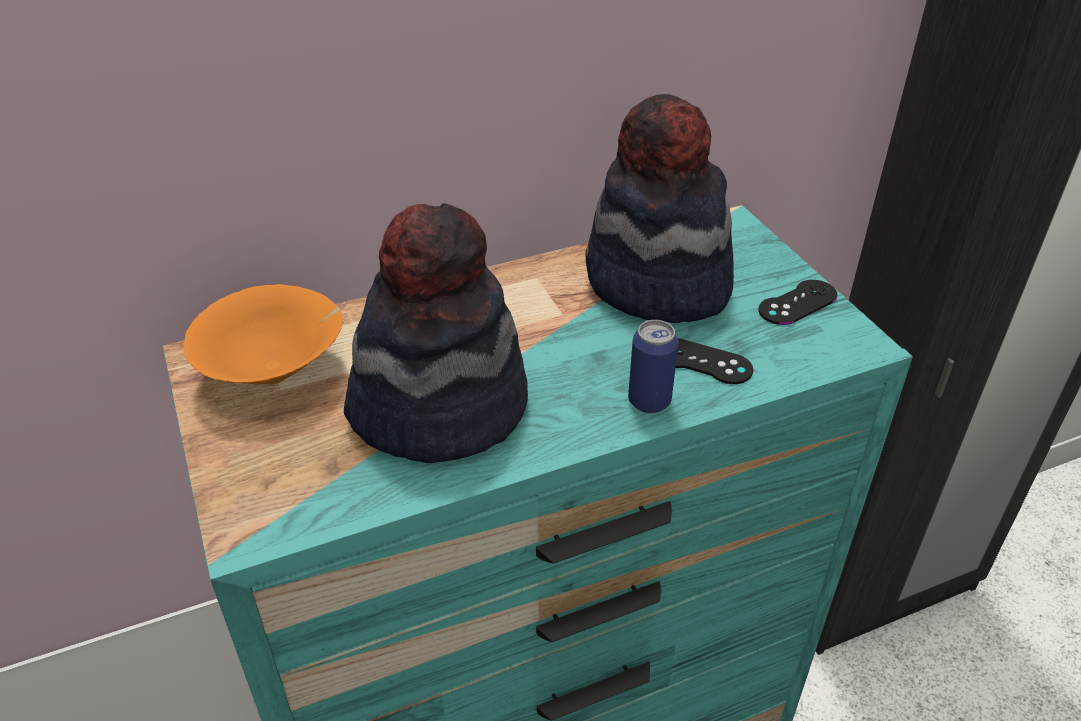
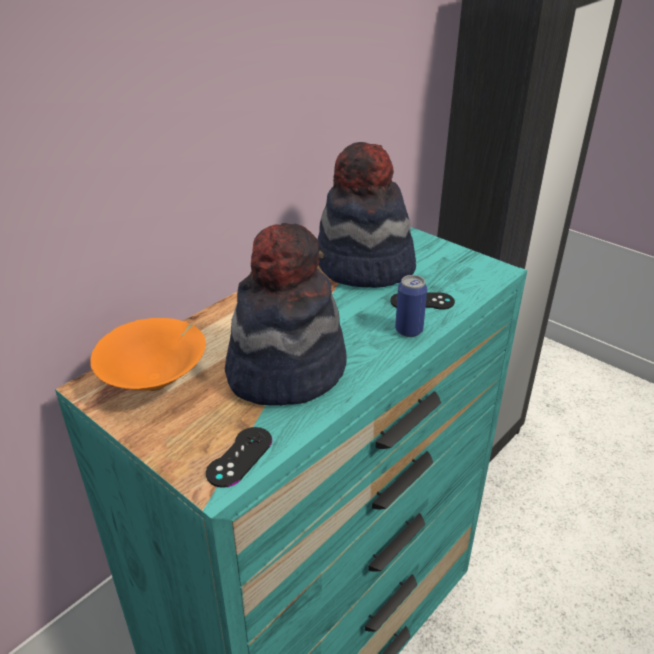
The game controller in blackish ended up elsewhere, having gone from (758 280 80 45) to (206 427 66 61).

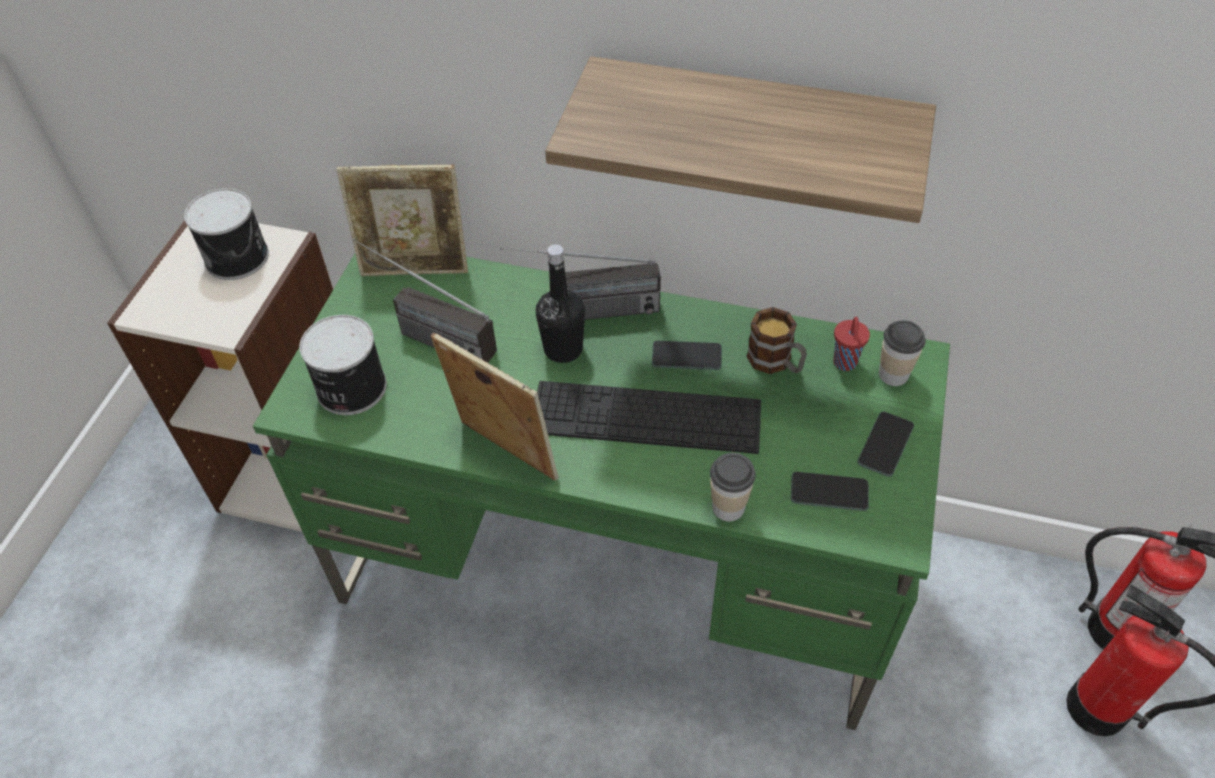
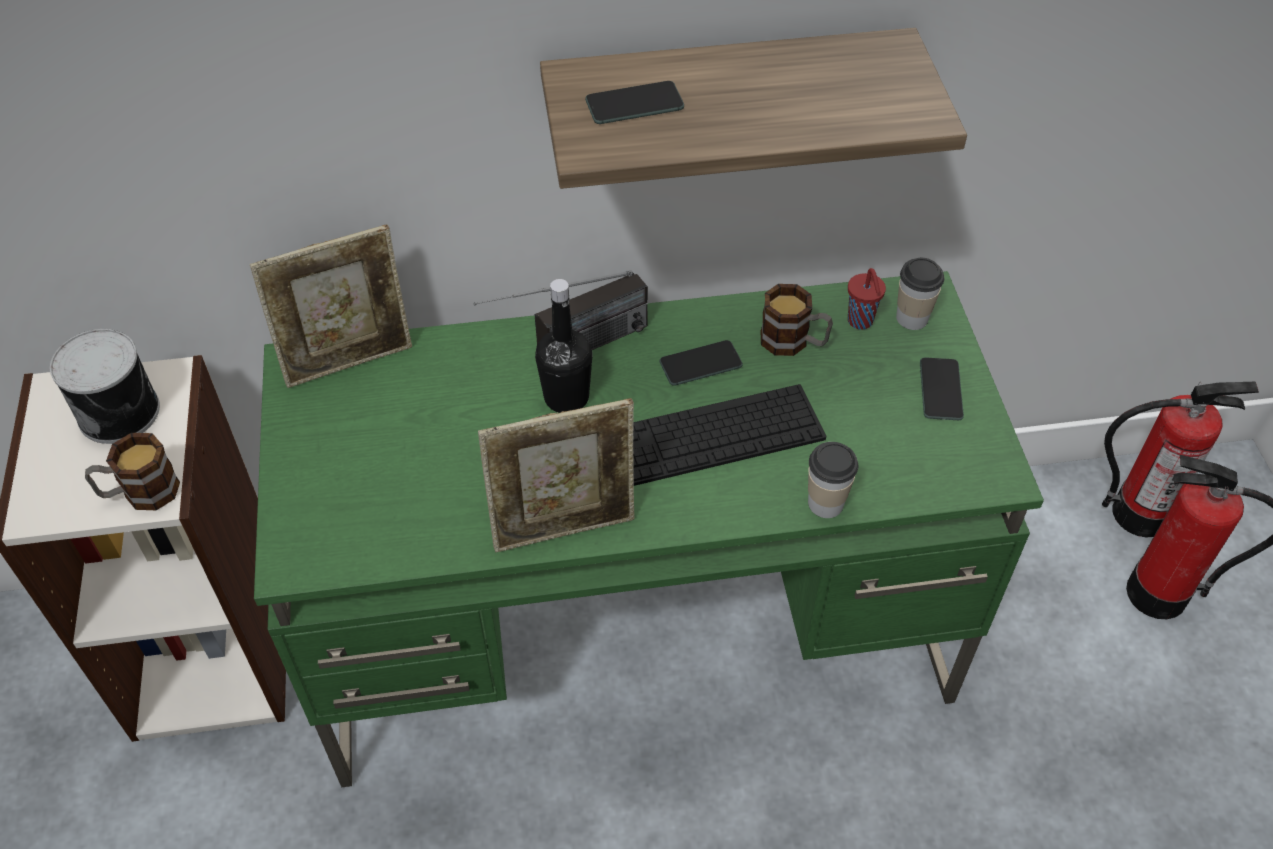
The second view lost the metal can at (299 315 88 100). The second view lost the radio set at (352 238 145 124). The second view gained the coffee mug at (85 433 95 77). The telephone ended up elsewhere, having gone from (791 472 78 39) to (585 81 99 43). The standing frame at (431 332 127 149) ended up facing another way, 150 degrees clockwise from before.

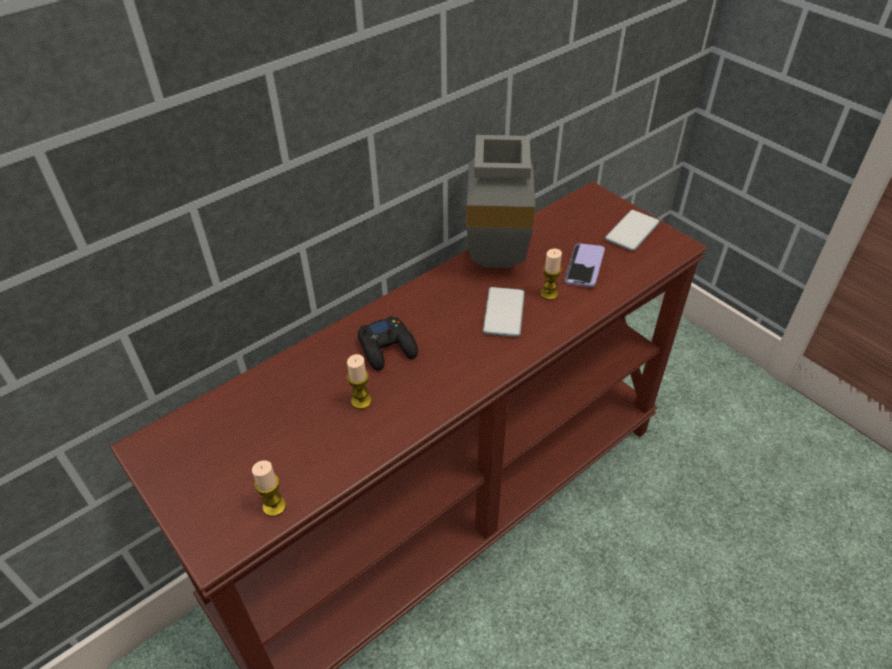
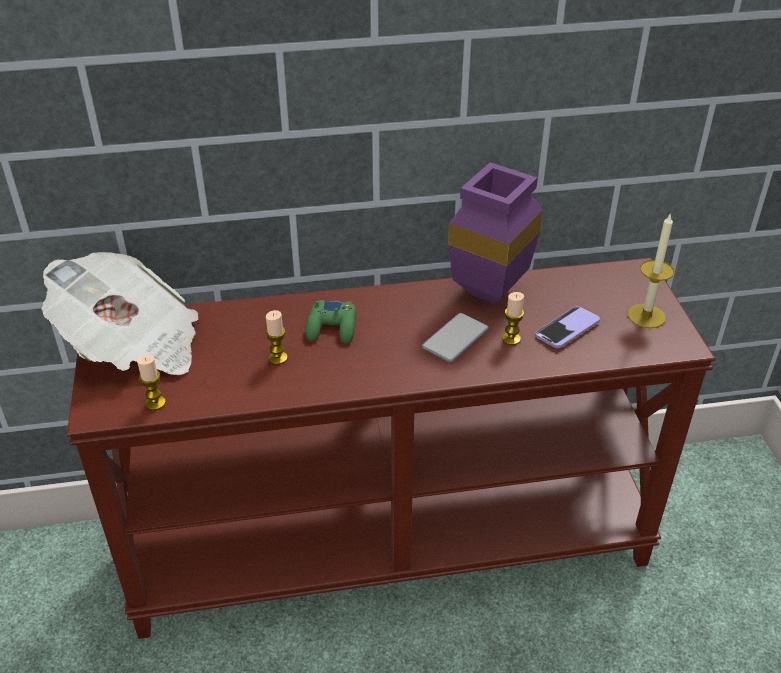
The second view gained the printed paper at (41 252 158 123). Where the telephone stood at (605 210 55 41), the wax candle came to stand at (628 213 46 115). What was the game controller in blackish at (358 316 60 55) turned into the game controller in green-coloured at (305 300 51 44). What was the vase in gray at (466 135 69 133) turned into the vase in purple at (448 162 95 142).

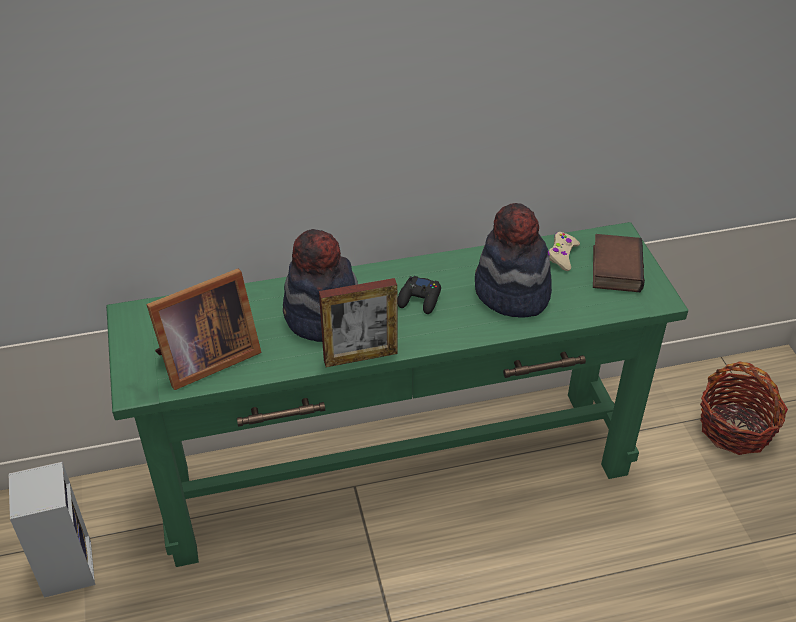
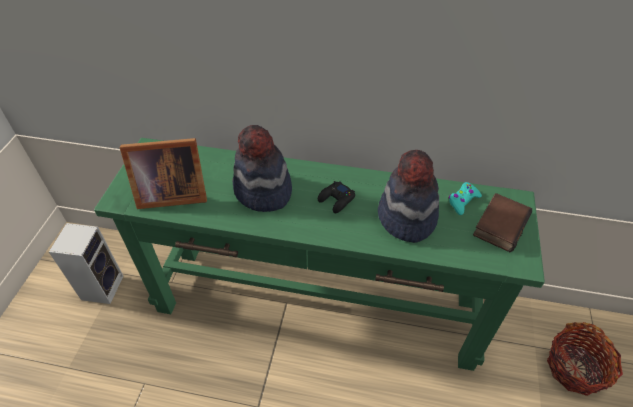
The second view lost the standing frame at (319 278 78 89). What was the game controller in sand-coloured at (548 232 32 39) turned into the game controller in turquoise at (448 182 34 33).

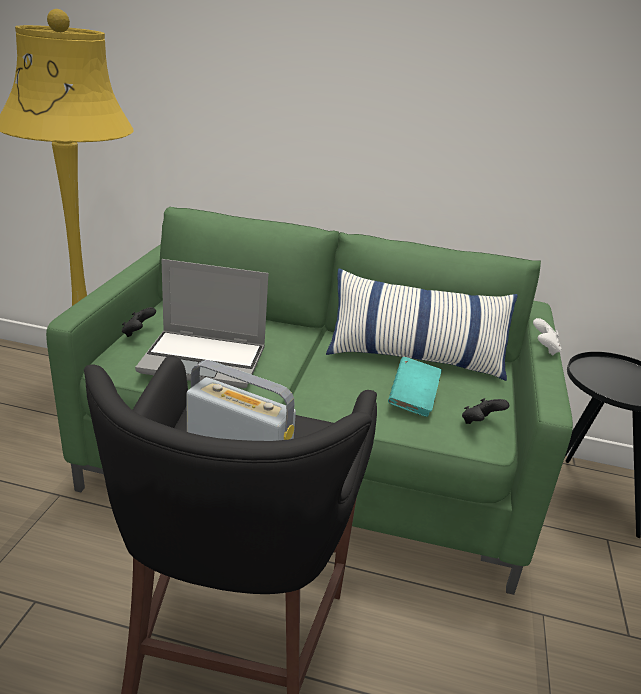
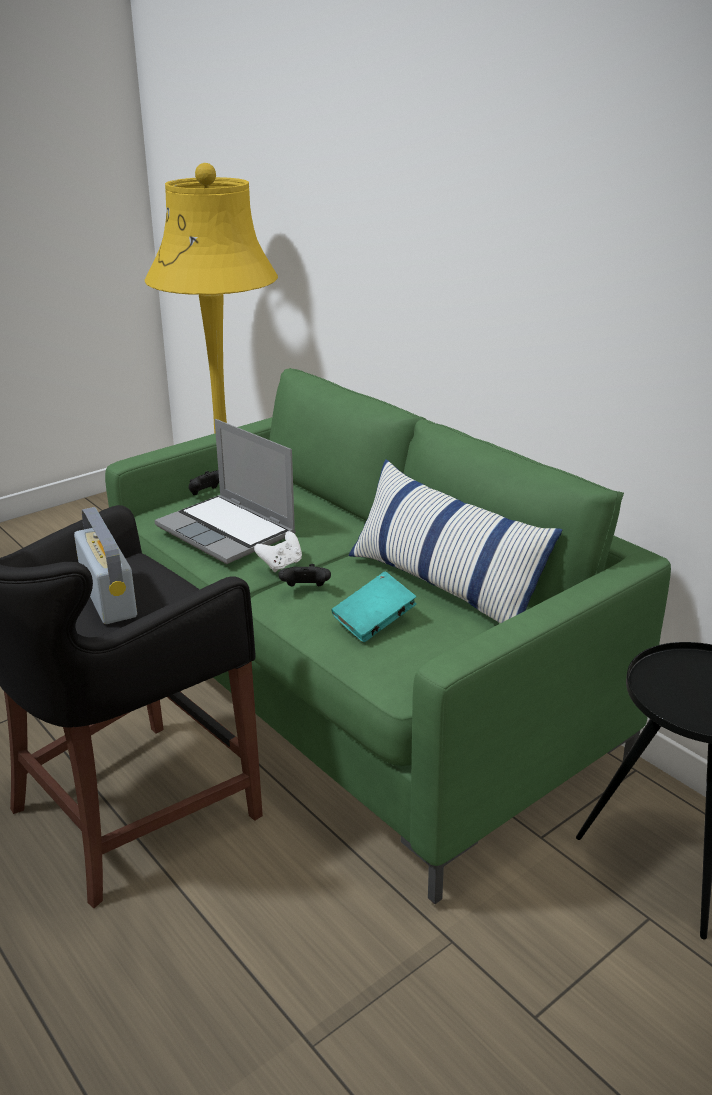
The game controller in blackish ended up elsewhere, having gone from (462 398 47 26) to (278 564 53 23). The game controller in whitish ended up elsewhere, having gone from (533 318 29 38) to (254 531 48 41).

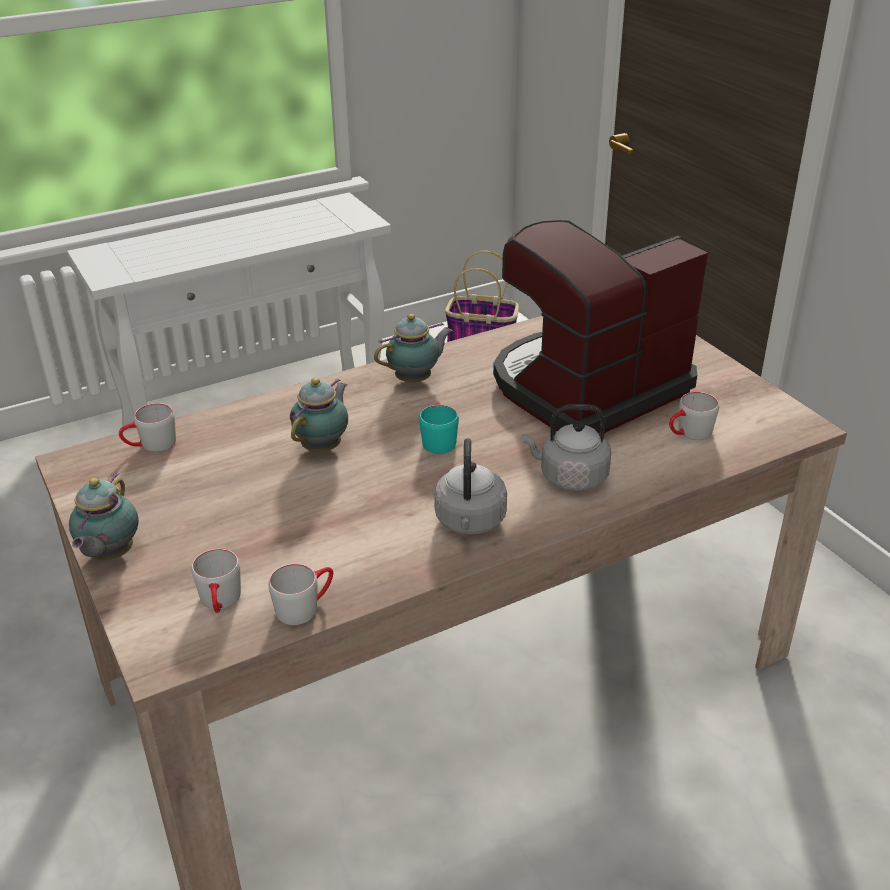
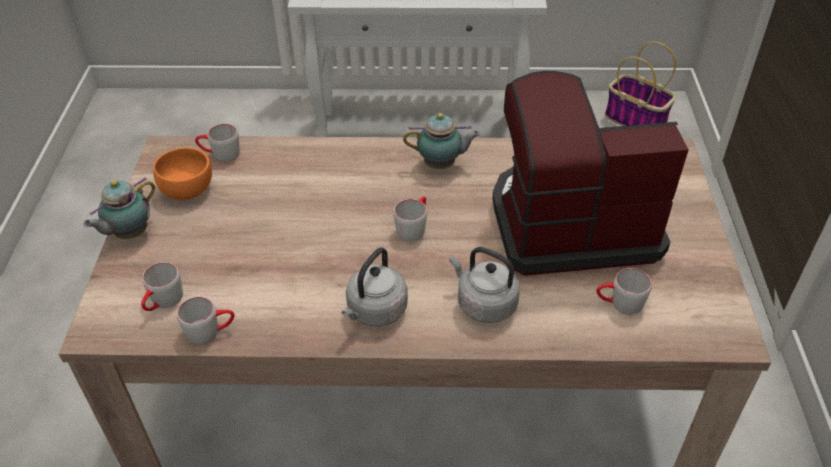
The second view lost the tea pot at (290 378 58 74). The second view gained the serving bowl in orange at (153 148 59 52). What was the coffee mug in turquoise at (419 402 40 52) turned into the coffee mug in gray at (393 196 34 45).

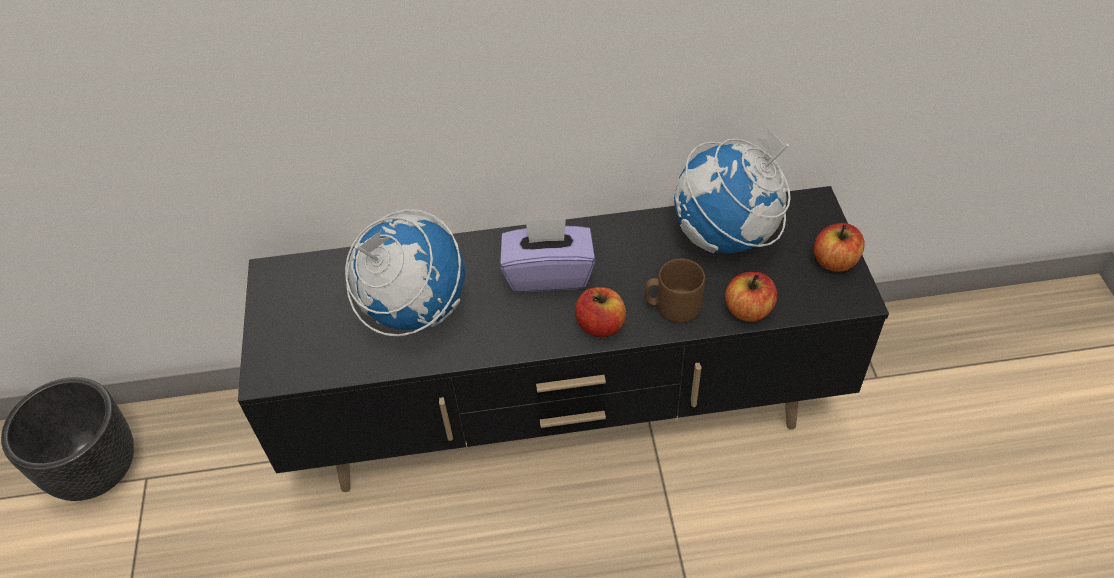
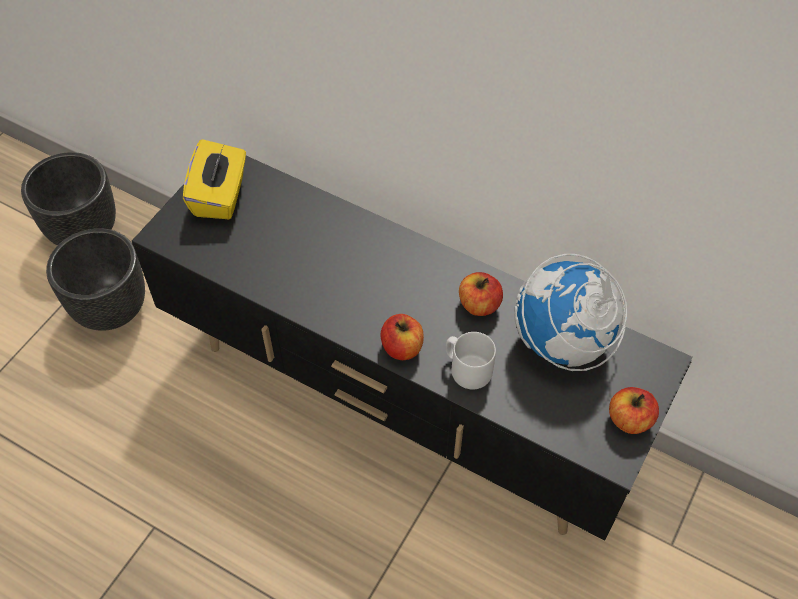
The second view lost the desk globe at (345 209 120 127). The second view lost the tissue holder in purple at (500 219 95 74). The second view gained the plant pot in blackish at (46 228 99 103). The second view gained the tissue holder in yellow-coloured at (183 139 63 80). The apple fruit ended up elsewhere, having gone from (725 272 52 50) to (459 272 44 44). What was the coffee mug in brownish at (645 259 60 64) turned into the coffee mug in gray at (445 332 51 57).

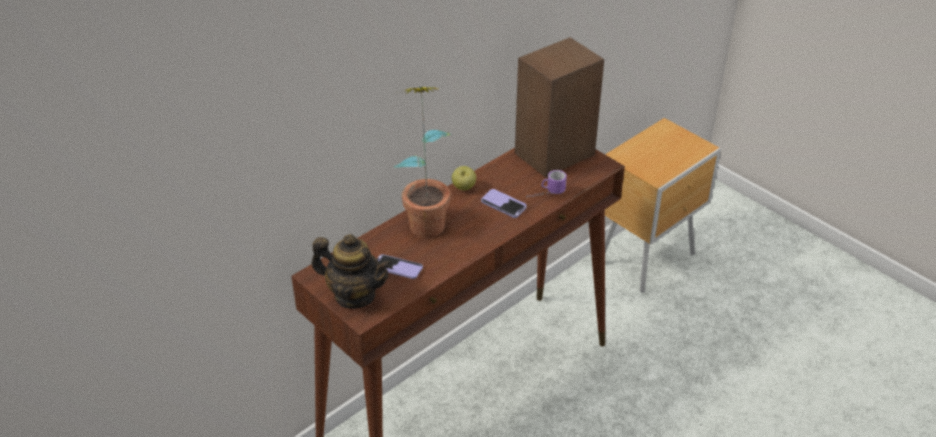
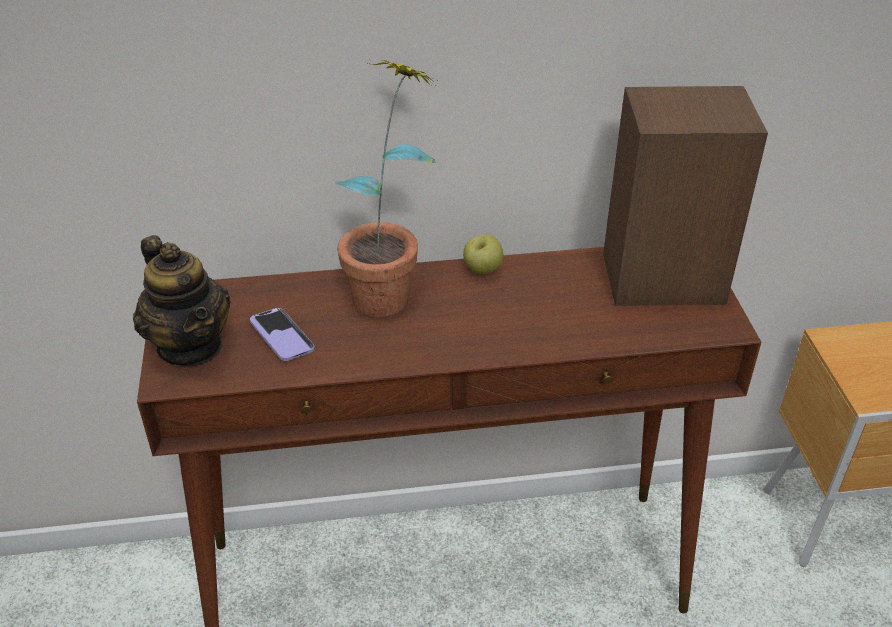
The second view lost the telephone at (481 189 46 29). The second view lost the coffee mug at (526 170 41 28).

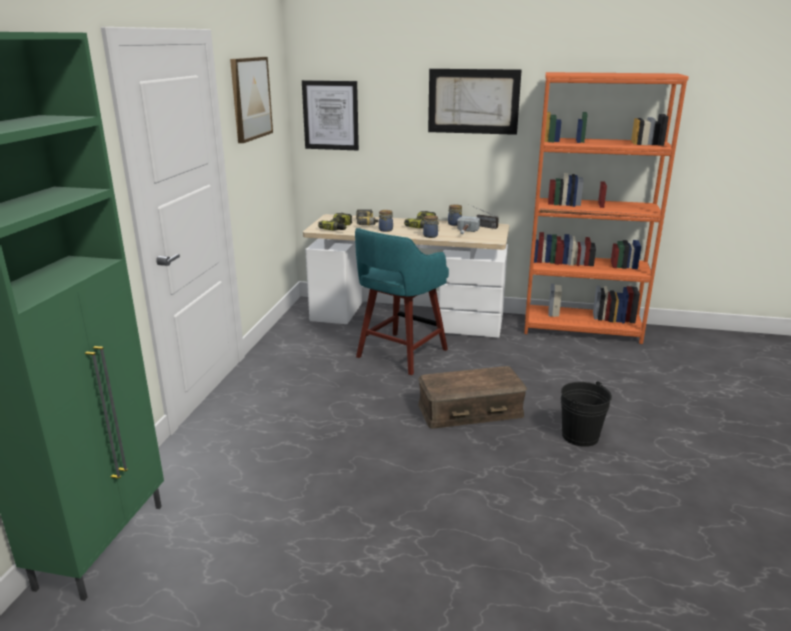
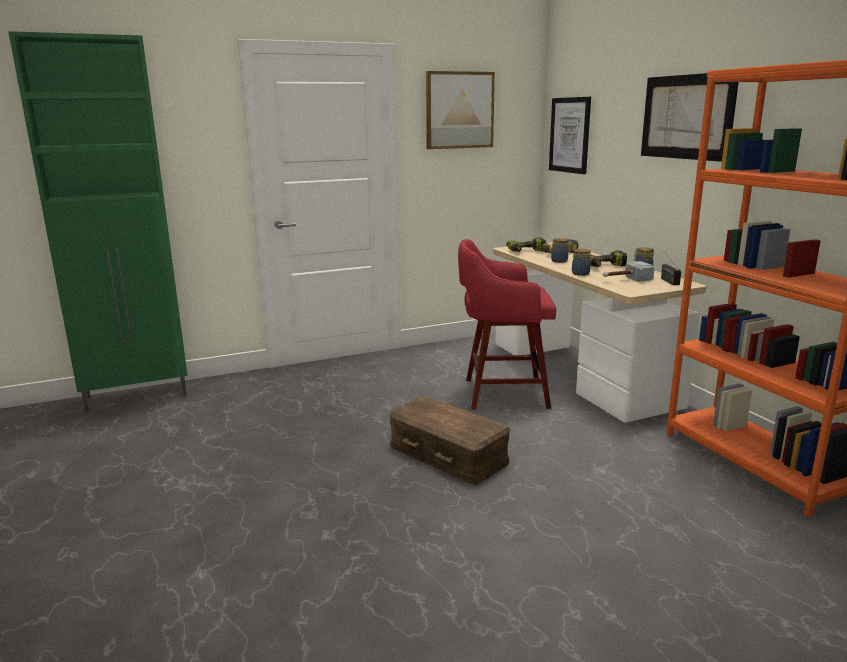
The second view lost the water bucket in blackish at (561 381 51 66). What was the stool seat in turquoise at (355 228 94 147) turned into the stool seat in red-coloured at (458 239 98 171).

